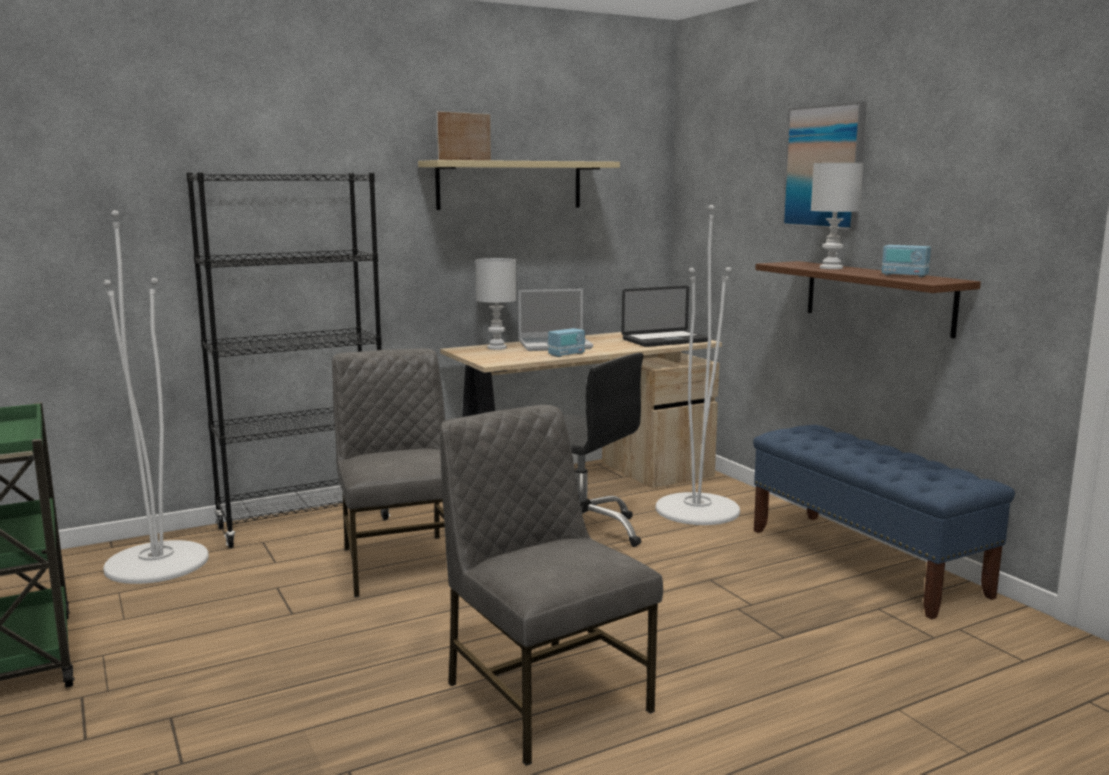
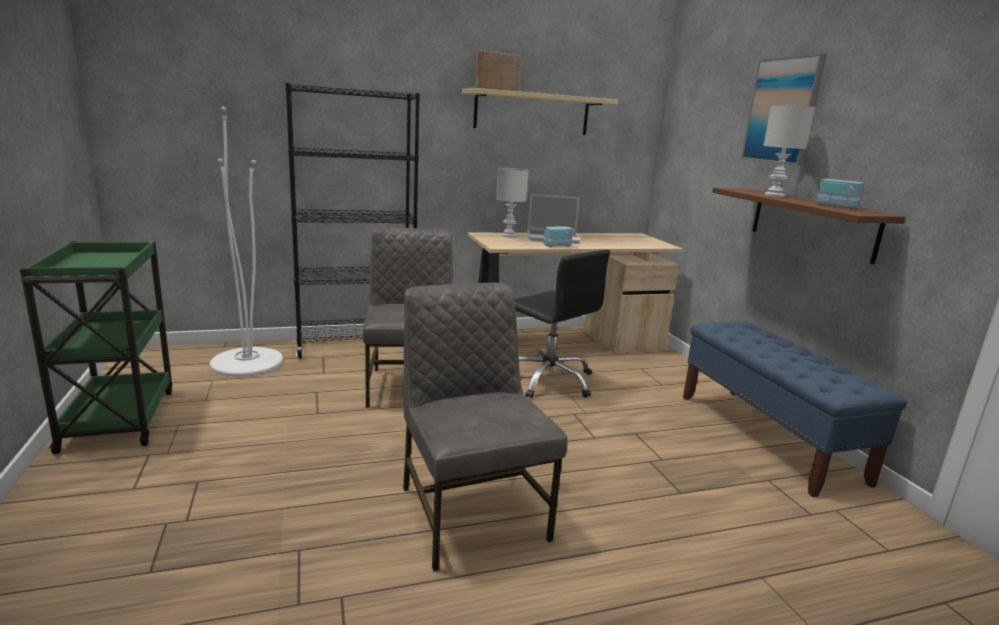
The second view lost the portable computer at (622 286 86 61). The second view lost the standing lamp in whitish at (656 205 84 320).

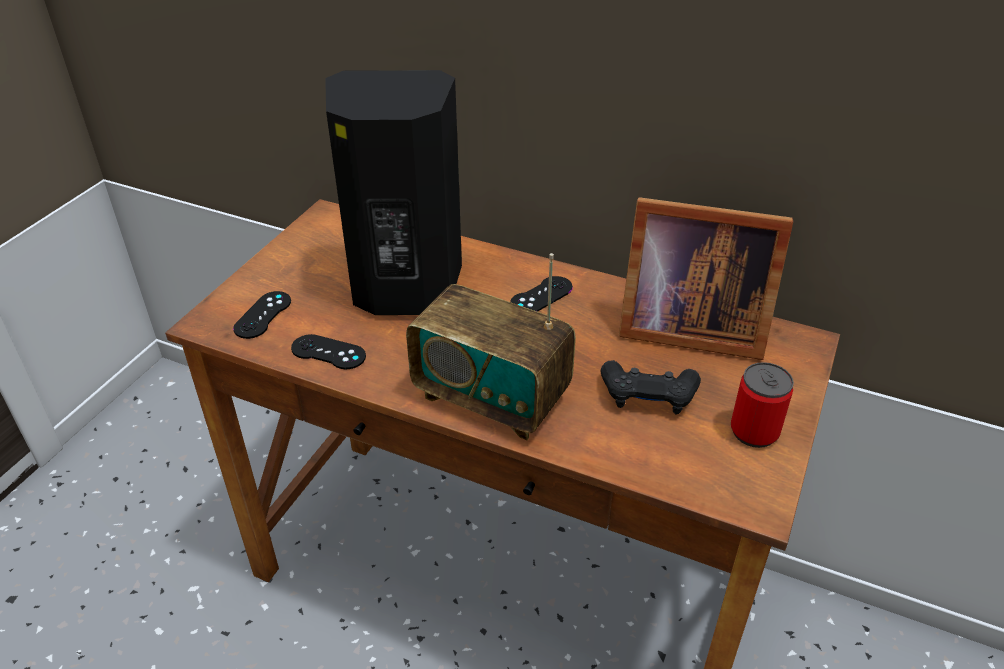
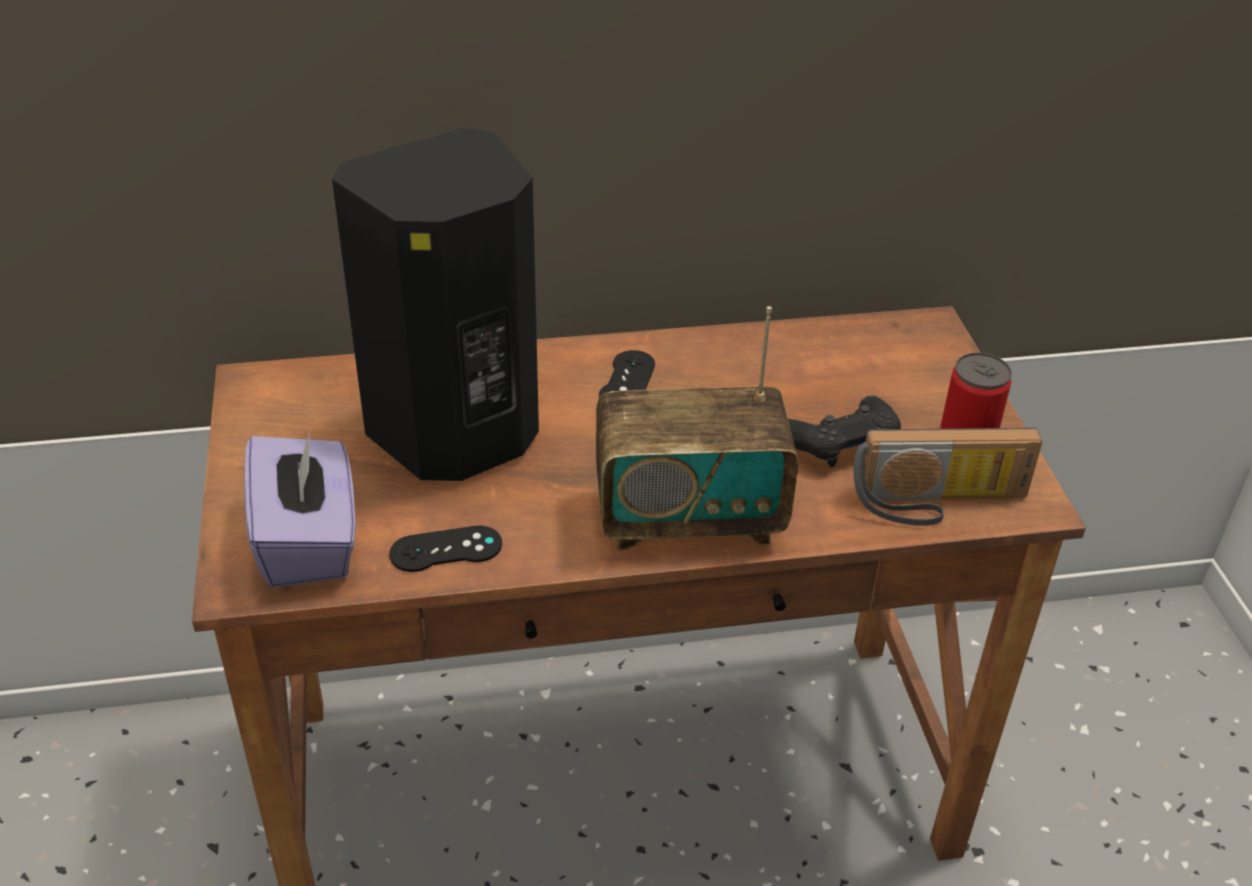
The second view lost the standing frame at (619 197 174 163). The second view gained the radio set at (854 428 188 98). Where the game controller in blackish stood at (233 291 58 48), the tissue holder in purple came to stand at (244 429 112 159).

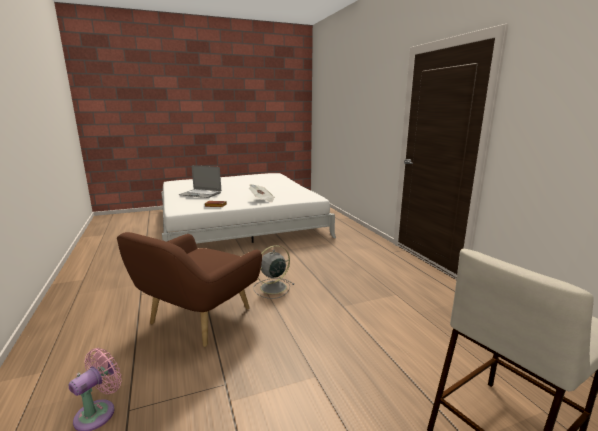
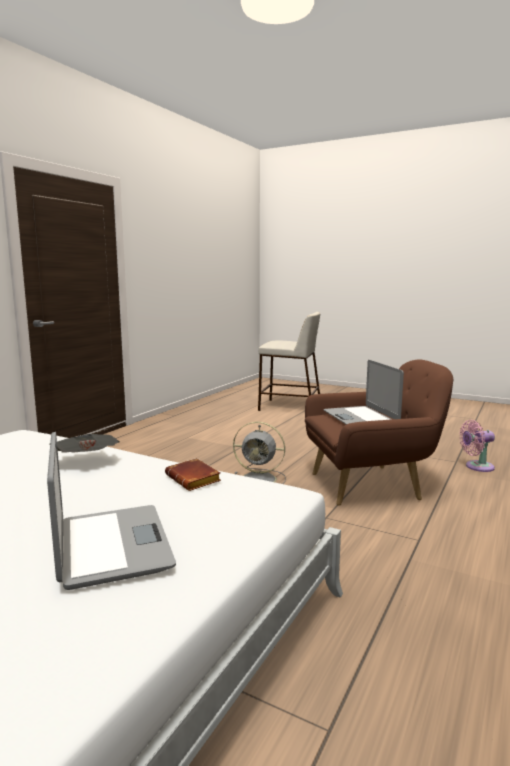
The second view gained the portable computer at (323 360 81 65).

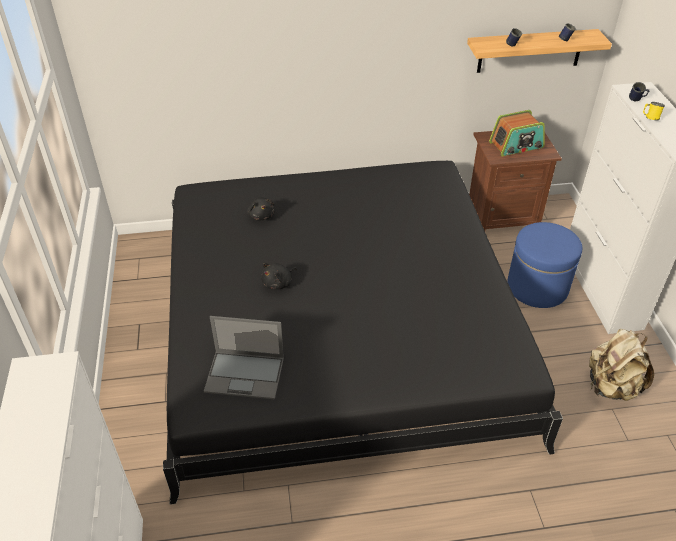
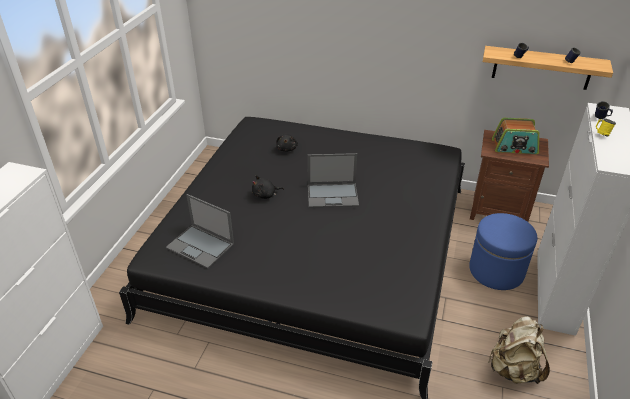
The second view gained the portable computer at (307 153 52 55).

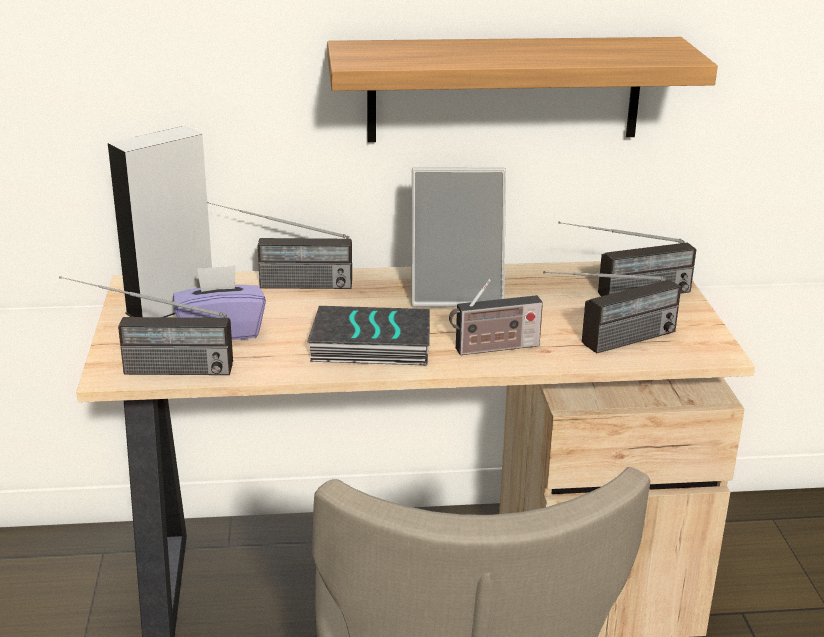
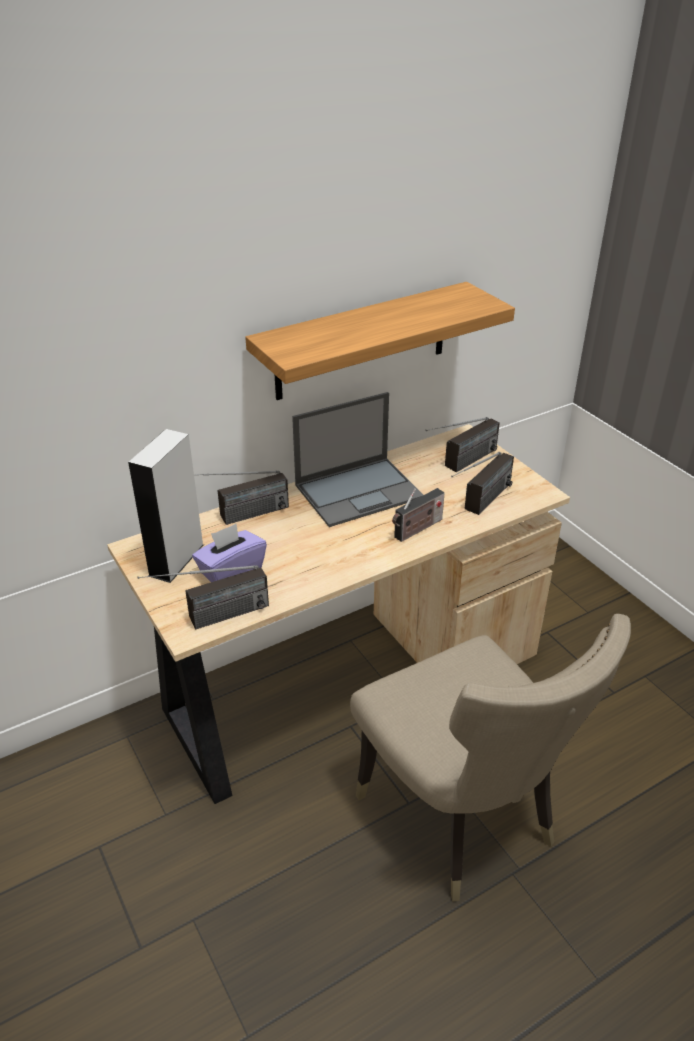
The second view lost the bound book at (307 306 123 59). Where the standing frame stood at (411 167 95 140), the portable computer came to stand at (292 392 131 135).

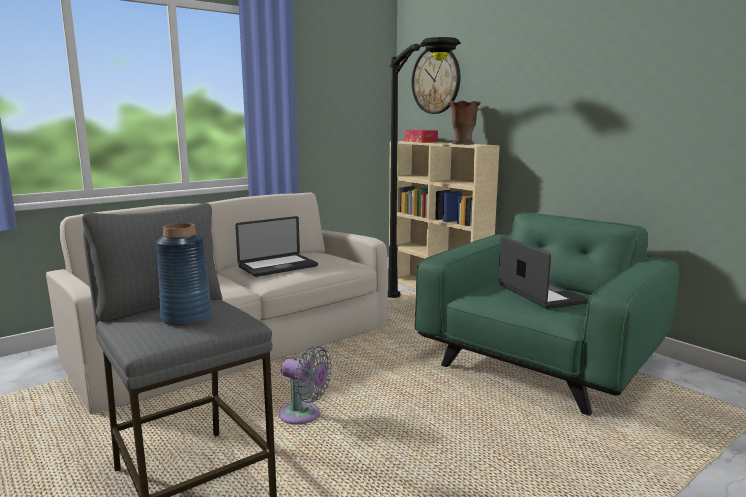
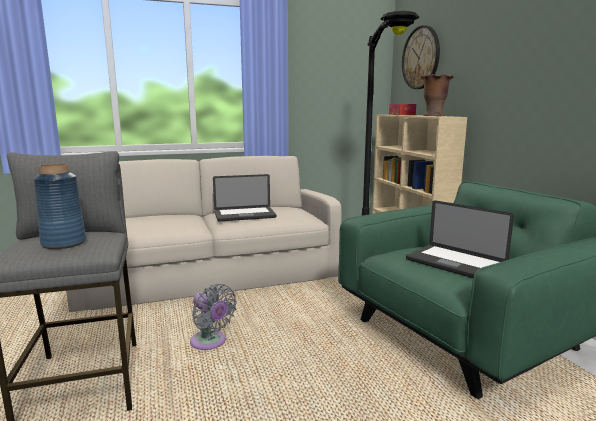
The portable computer at (498 236 91 73) ended up facing another way, 135 degrees clockwise from before.

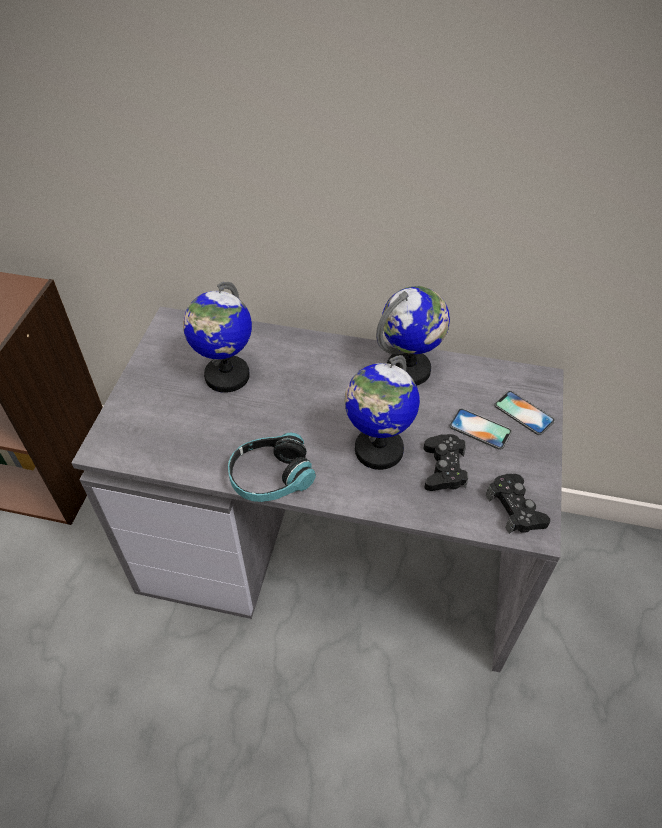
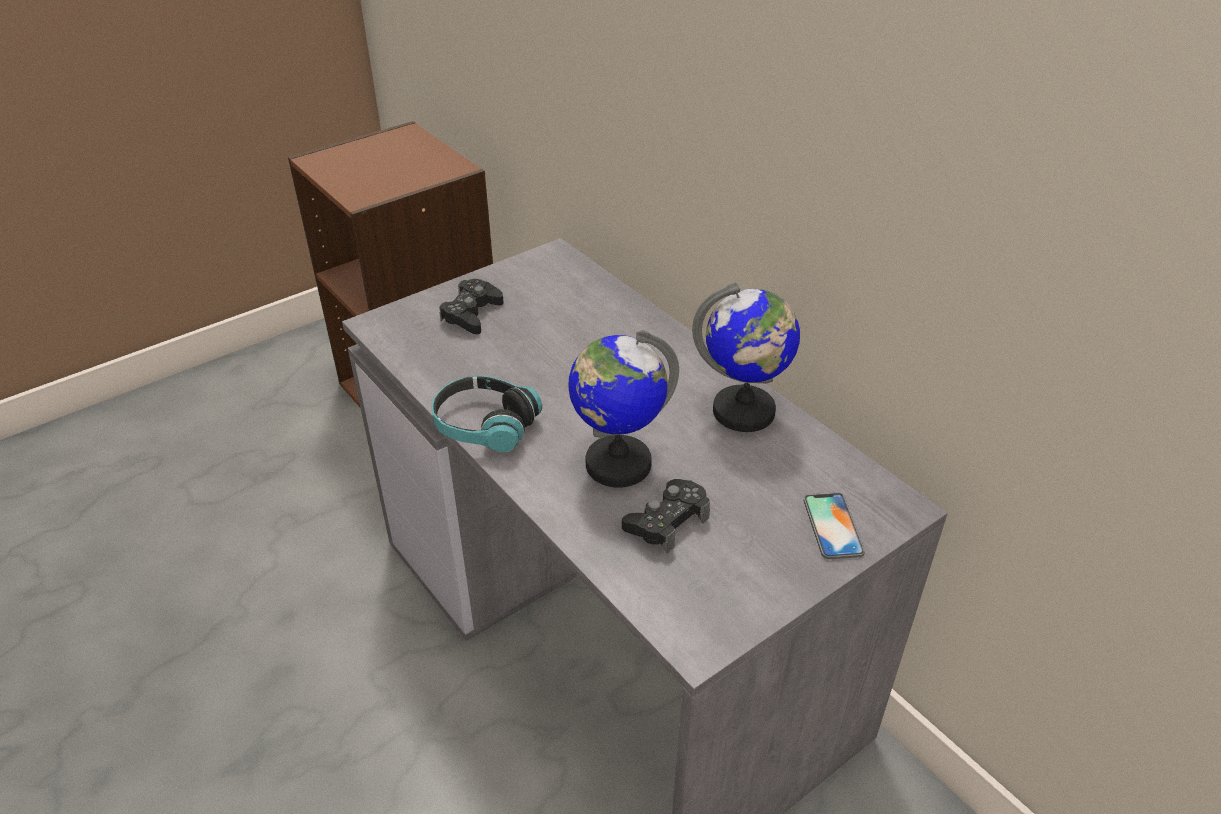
The second view lost the desk globe at (183 281 69 112). The second view lost the telephone at (449 408 63 42). The game controller in blackish ended up elsewhere, having gone from (486 474 64 60) to (439 279 65 55).

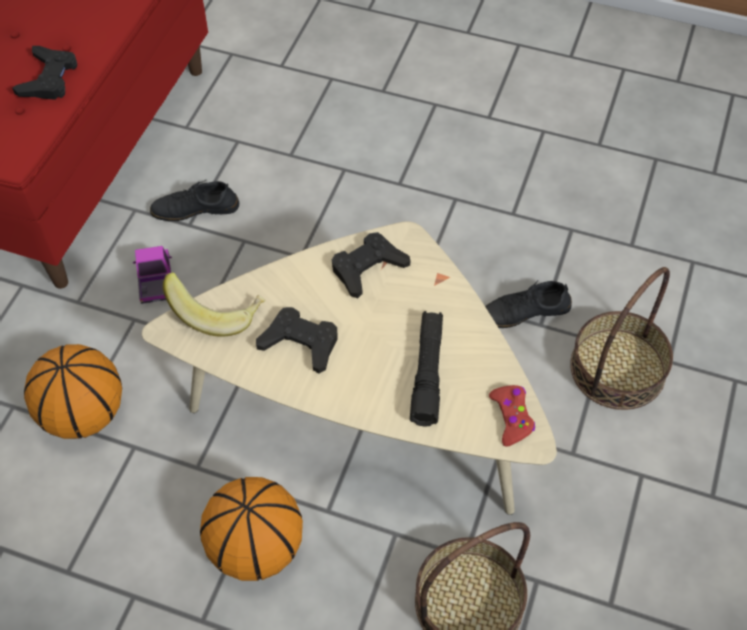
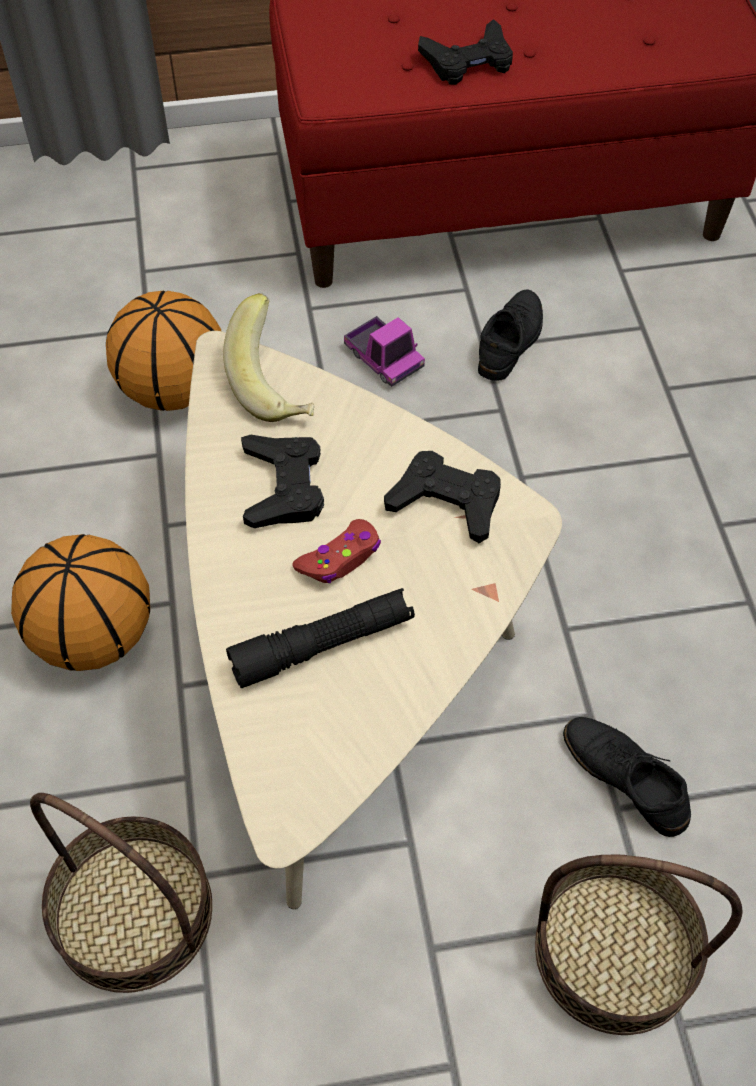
The game controller in red-coloured ended up elsewhere, having gone from (489 385 46 62) to (292 519 89 64). The toy lorry at (133 246 39 58) ended up facing another way, 90 degrees clockwise from before. The item of footwear in blackish at (150 180 89 41) ended up facing another way, 60 degrees clockwise from before.

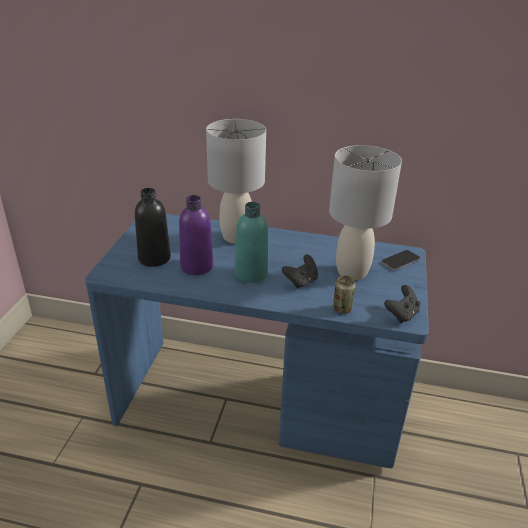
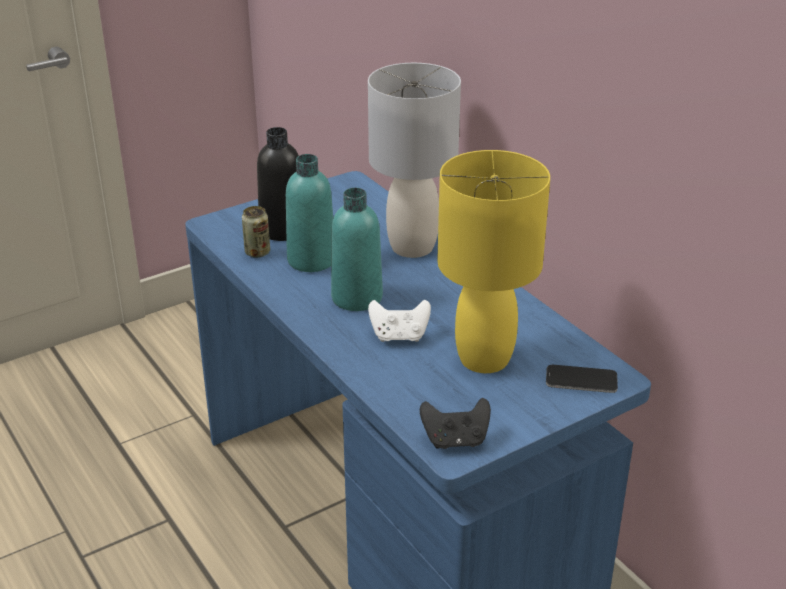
The metal can ended up elsewhere, having gone from (333 276 22 38) to (242 206 28 52). What was the beverage bottle in purple at (179 195 34 80) turned into the beverage bottle in turquoise at (286 154 47 118). What was the game controller in blackish at (282 255 36 34) turned into the game controller in whitish at (368 300 63 42). What was the lamp for a table in gray at (329 145 73 135) turned into the lamp for a table in yellow-coloured at (437 150 113 223).

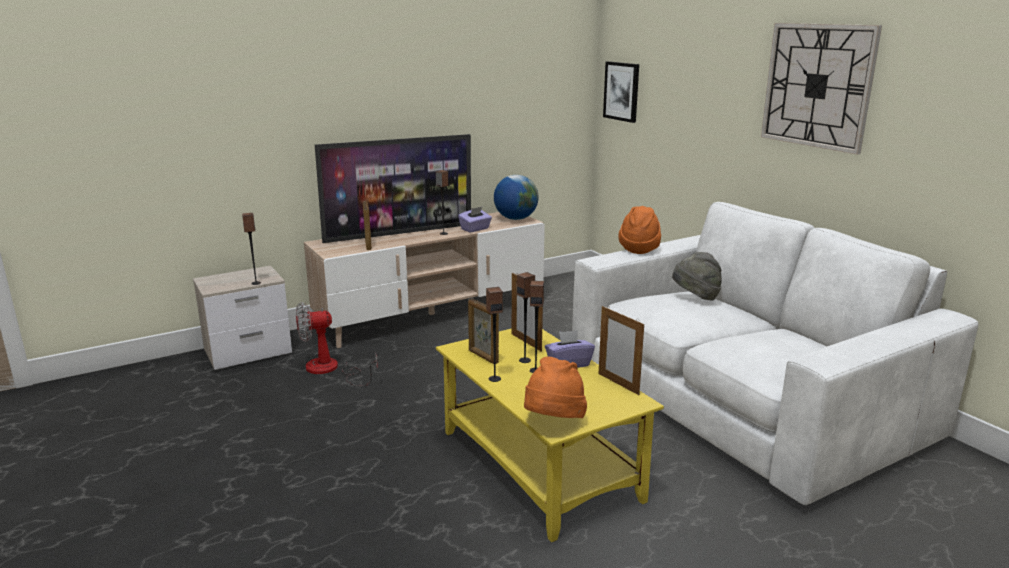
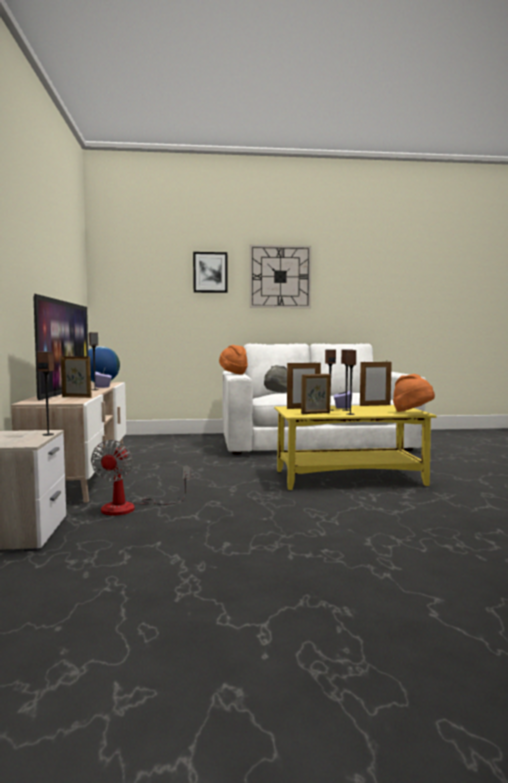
The wall picture ended up elsewhere, having gone from (603 61 36 62) to (193 252 35 41).

